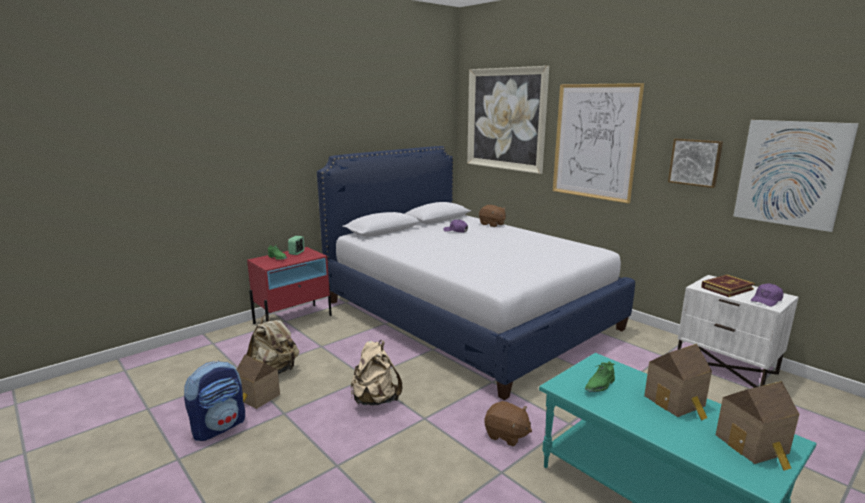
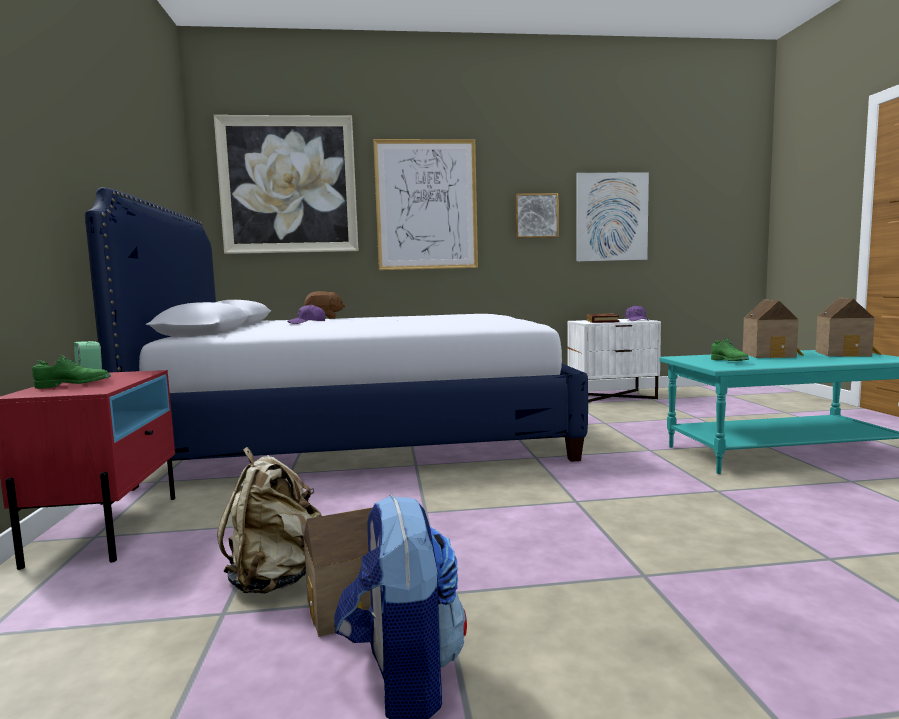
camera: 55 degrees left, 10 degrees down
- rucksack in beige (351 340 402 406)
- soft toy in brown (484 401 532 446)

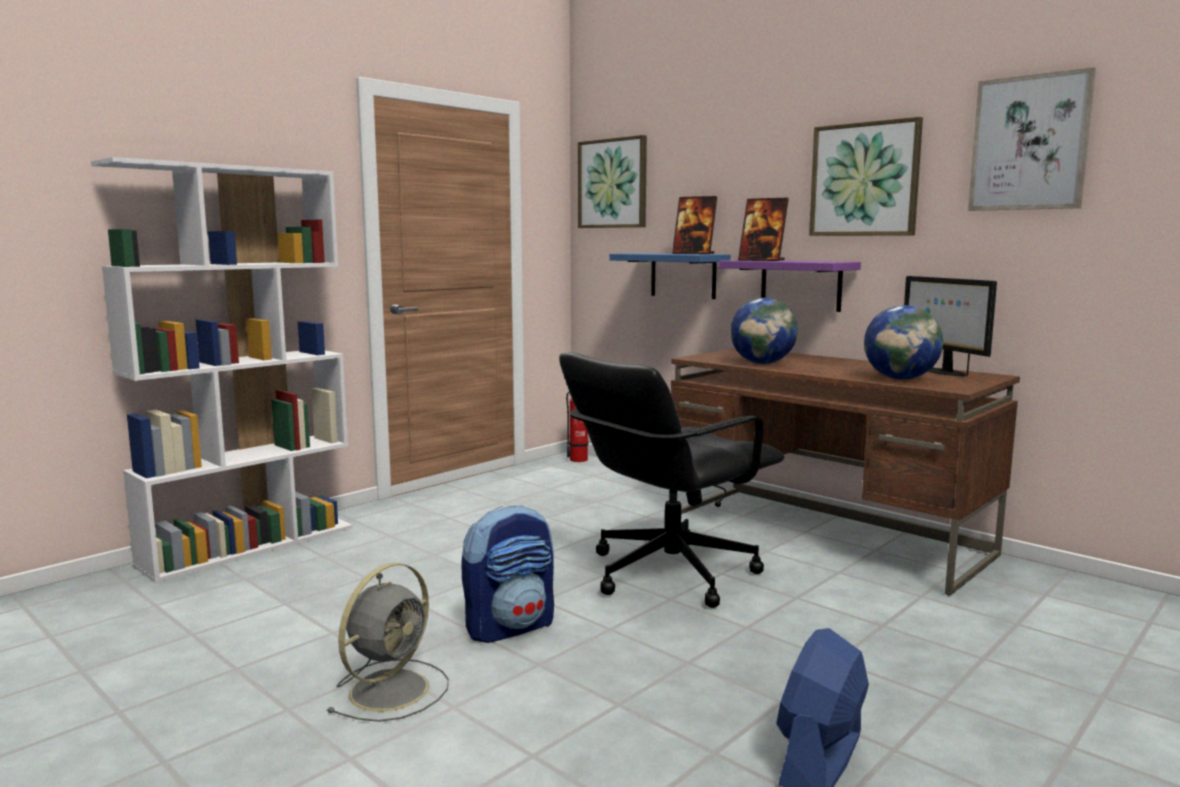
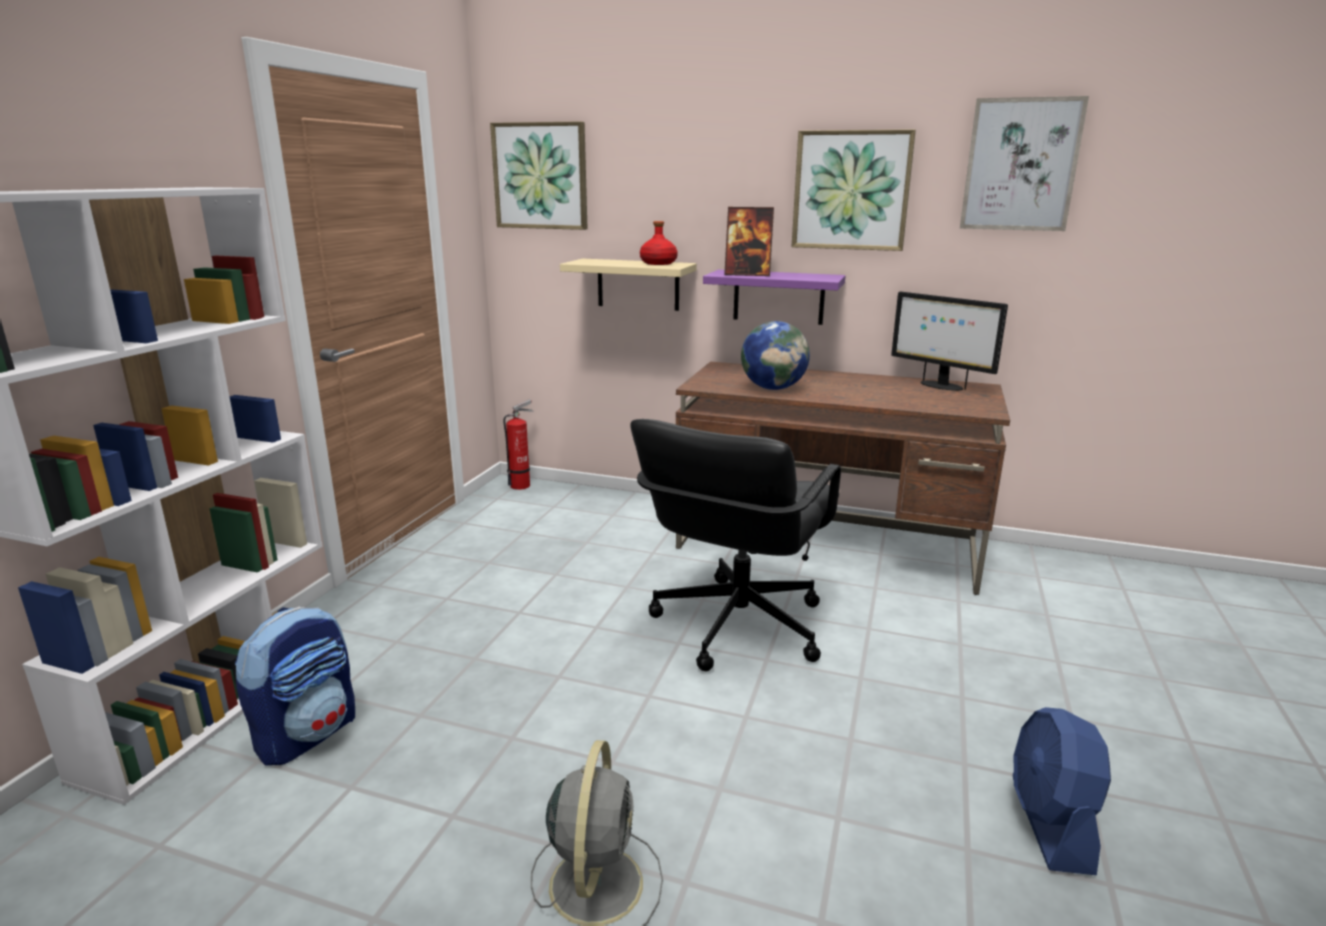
camera: 25 degrees left, 10 degrees up
- desk globe (864 305 943 380)
~ rucksack (461 504 554 643) to (235 606 355 766)
~ standing frame (672 196 717 254) to drink bottle in red-coloured (640 221 678 265)
~ shelf in bluish (609 253 731 299) to shelf in beige (560 259 697 311)

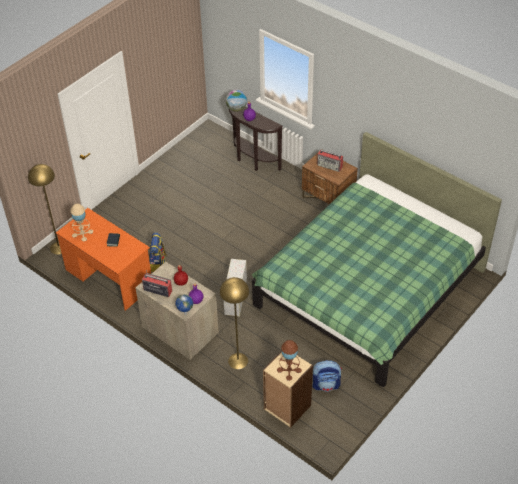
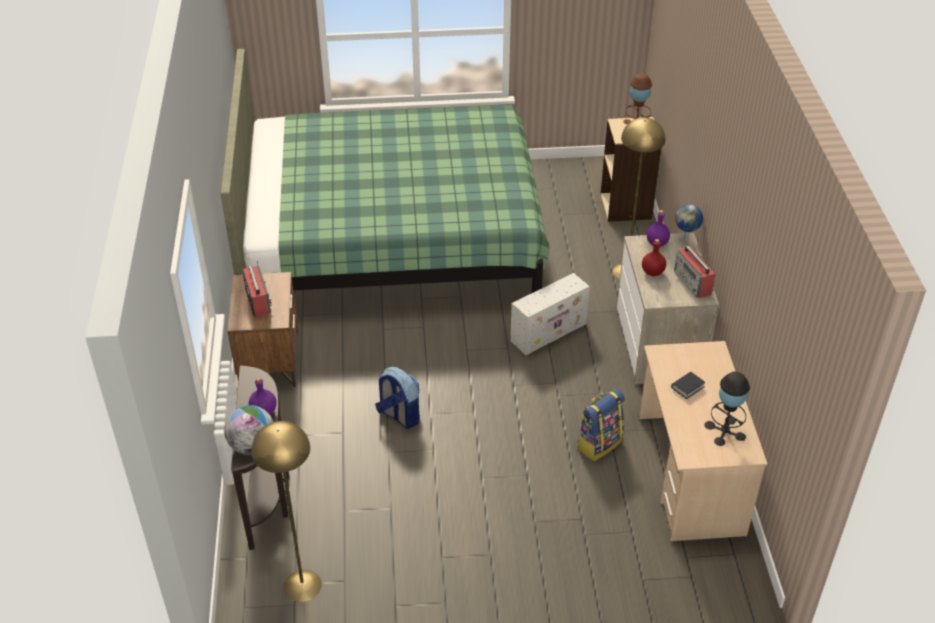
camera: 135 degrees left, 5 degrees down
~ floor lamp in yellow-coloured (28 164 62 255) to (251 421 322 602)
~ rucksack (312 360 342 392) to (375 366 420 429)
~ desk table in orangey (56 208 151 311) to desk table in beige (639 341 768 541)
~ lamp for a table in beige (70 204 93 241) to lamp for a table in black-coloured (704 372 750 446)

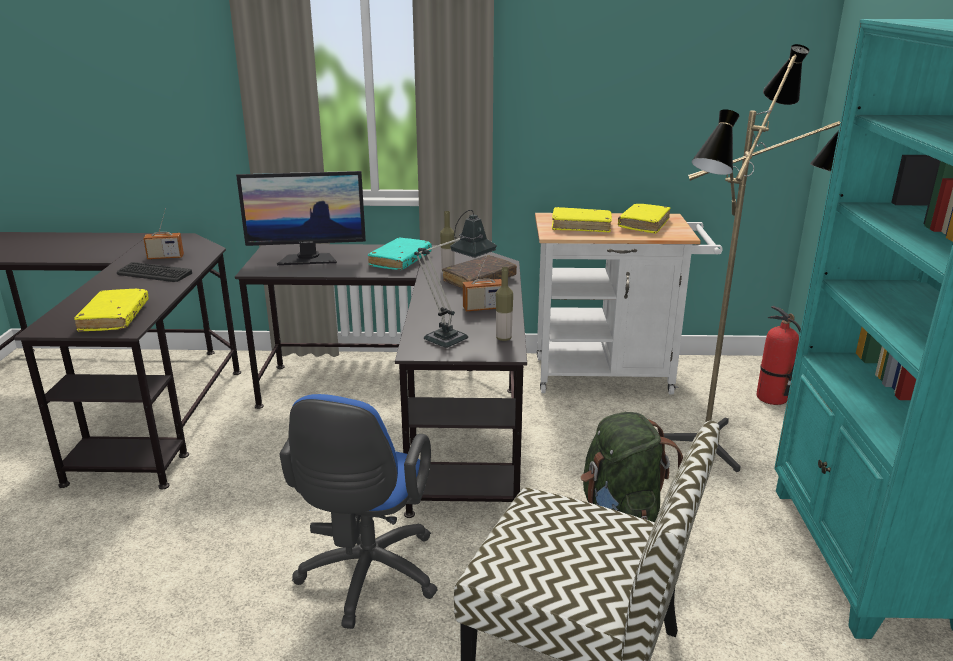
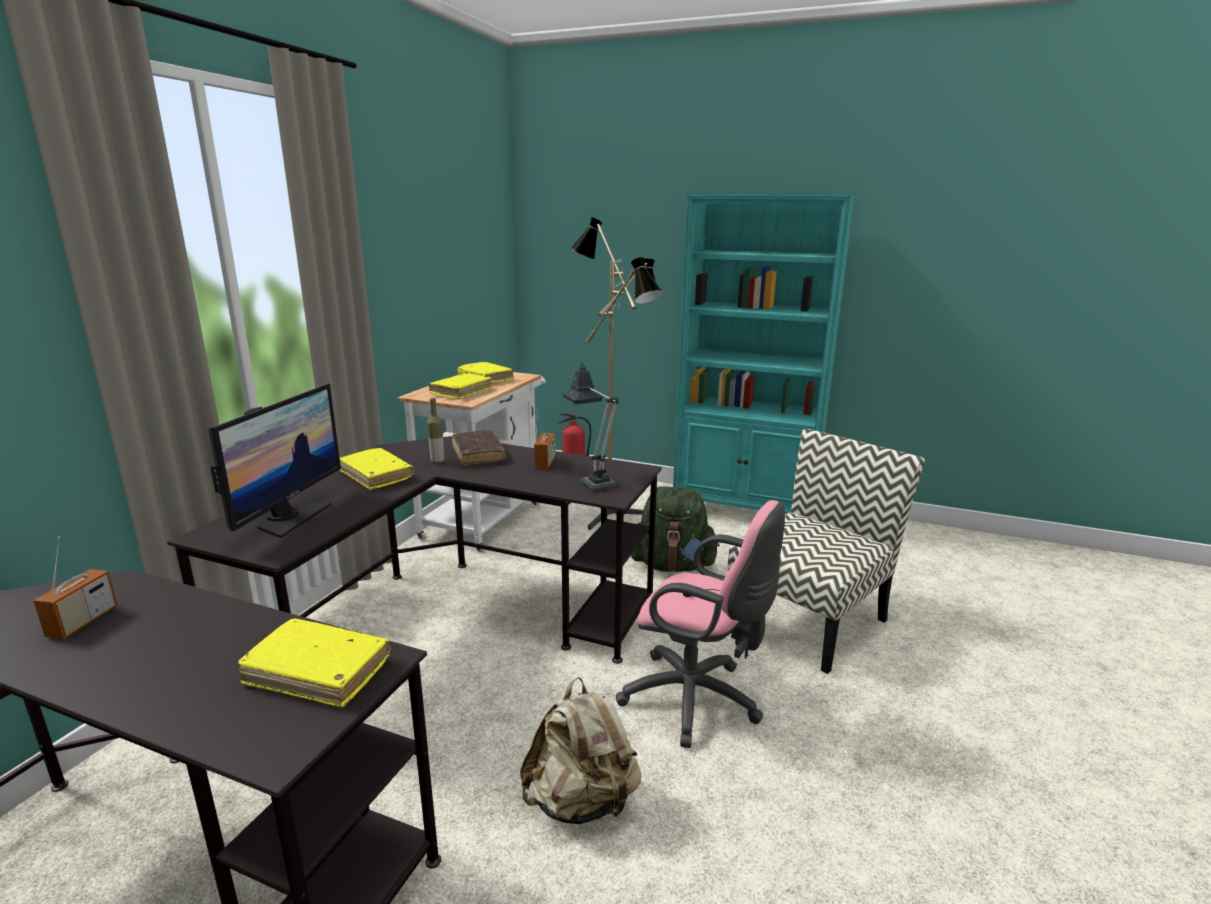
camera: 70 degrees left, 5 degrees down
- PC keyboard (117 262 192 282)
- drink bottle (496 267 513 341)
+ rucksack in beige (520 677 642 824)
~ desk chair in bluish (280 394 438 629) to desk chair in pink (616 500 785 748)
~ bound book in turquoise (368 238 432 270) to bound book in yellow-coloured (340 448 414 490)

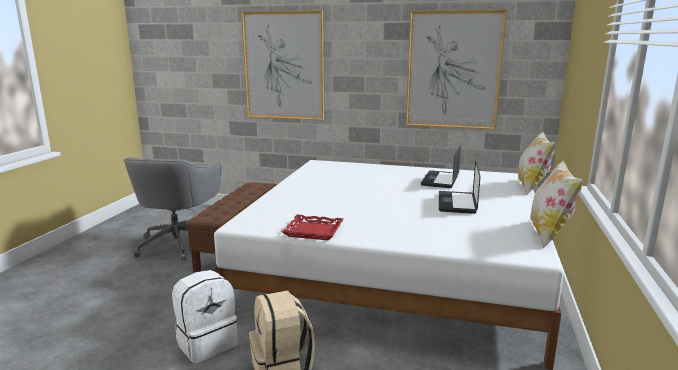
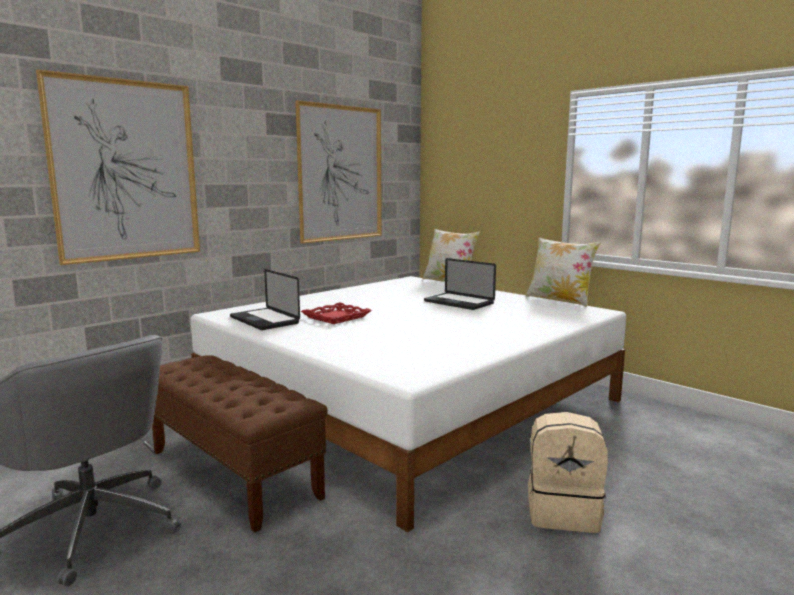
camera: 60 degrees left, 5 degrees down
- rucksack in whitish (172 270 238 363)
~ tray in red-coloured (281 215 344 240) to (301 303 372 324)
~ laptop (421 145 461 188) to (230 269 300 330)

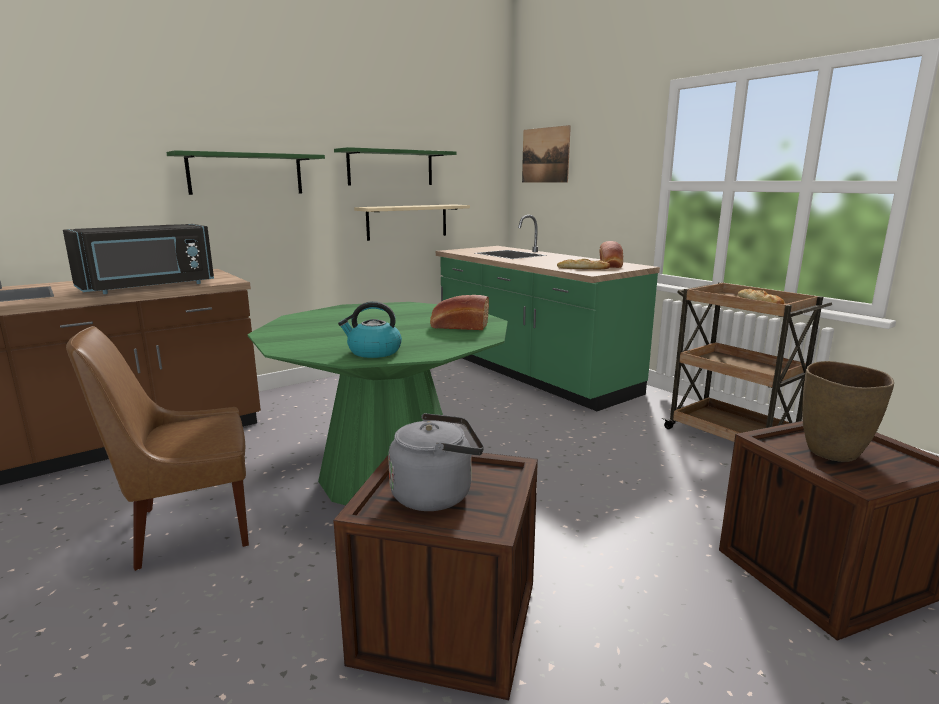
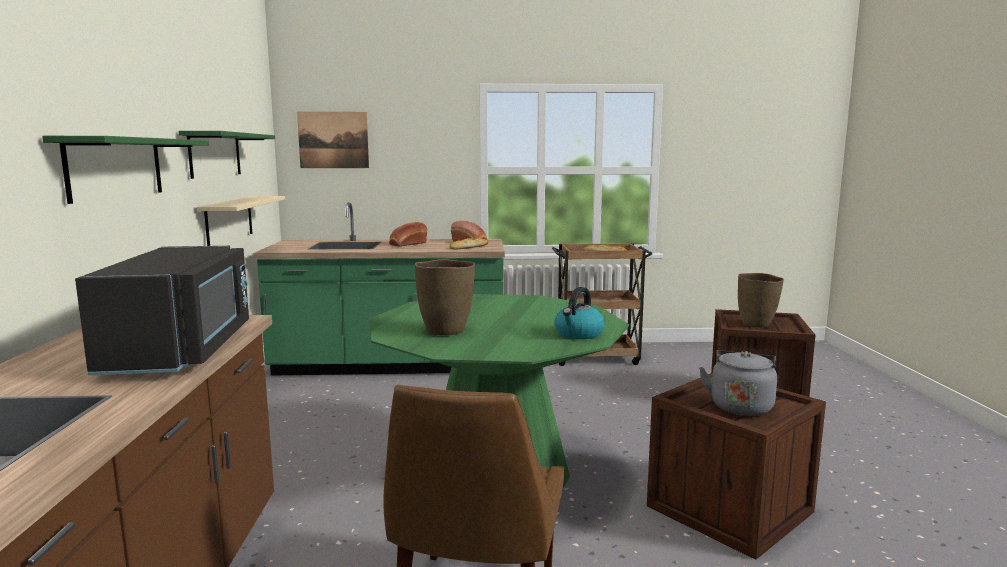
camera: 55 degrees left, 5 degrees down
+ vase in brown (415 259 475 335)
~ bakery bread (430 295 489 330) to (389 222 427 246)

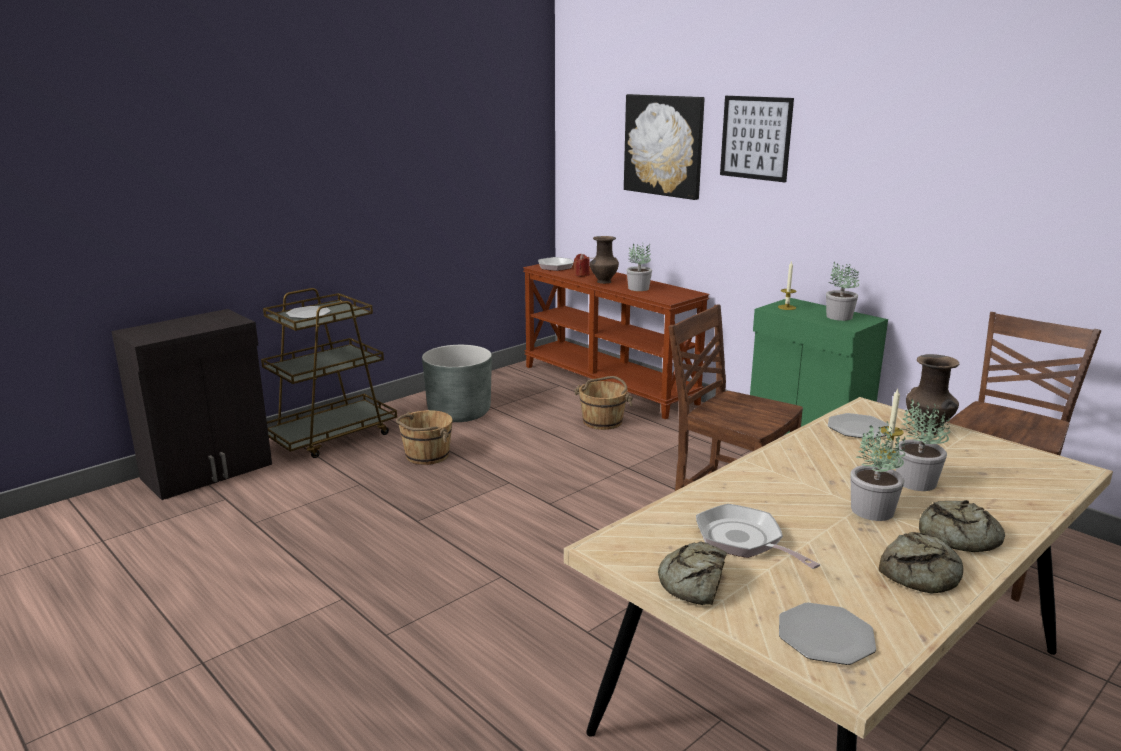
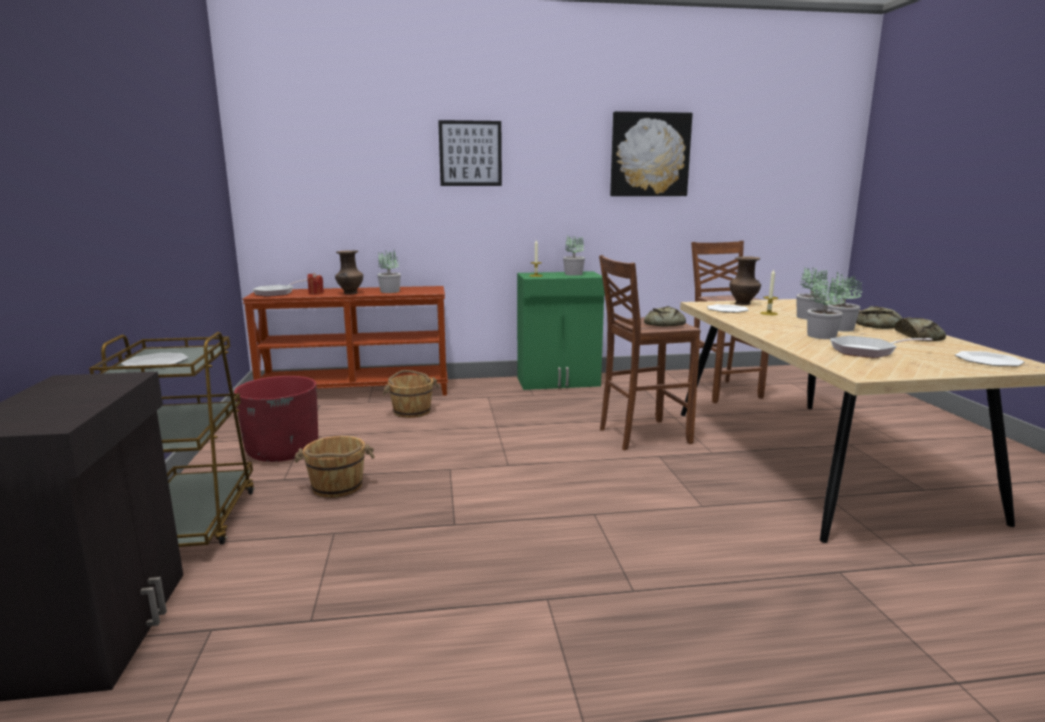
camera: 55 degrees left, 5 degrees down
+ houseplant (807 276 844 339)
~ wall picture (624 94 705 200) to (610 111 693 196)
~ bakery bread (658 541 727 605) to (644 306 686 326)
~ plant pot in gray (422 345 492 422) to plant pot in red-coloured (234 376 318 462)

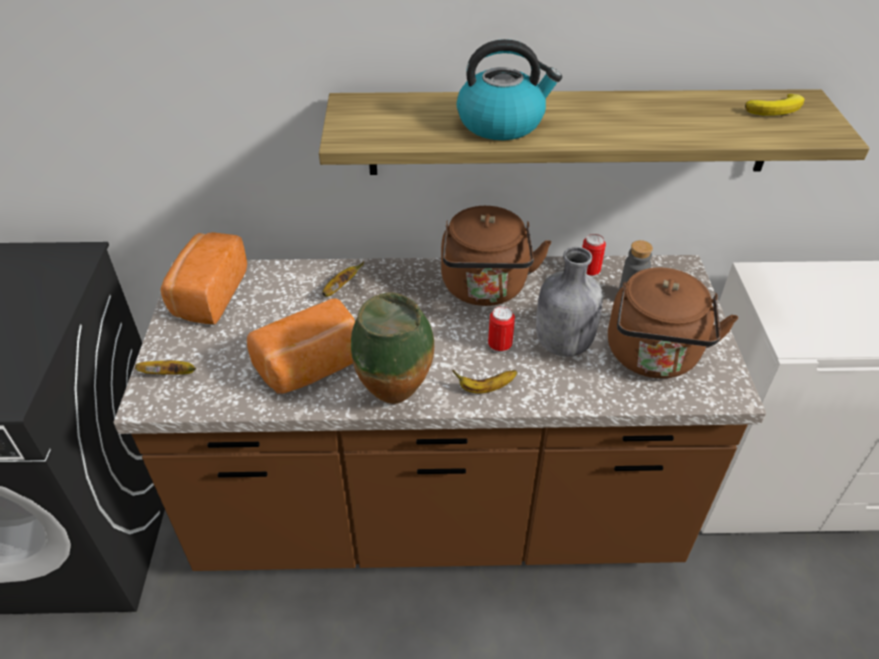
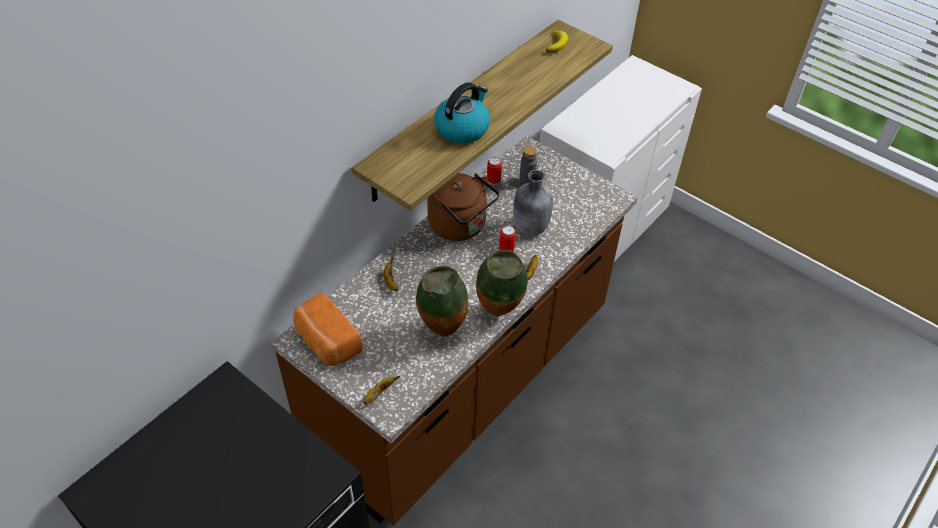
camera: 50 degrees left, 5 degrees up
- water kettle in brown (608 267 738 378)
~ bakery bread (247 299 355 394) to vase (416 266 468 336)

